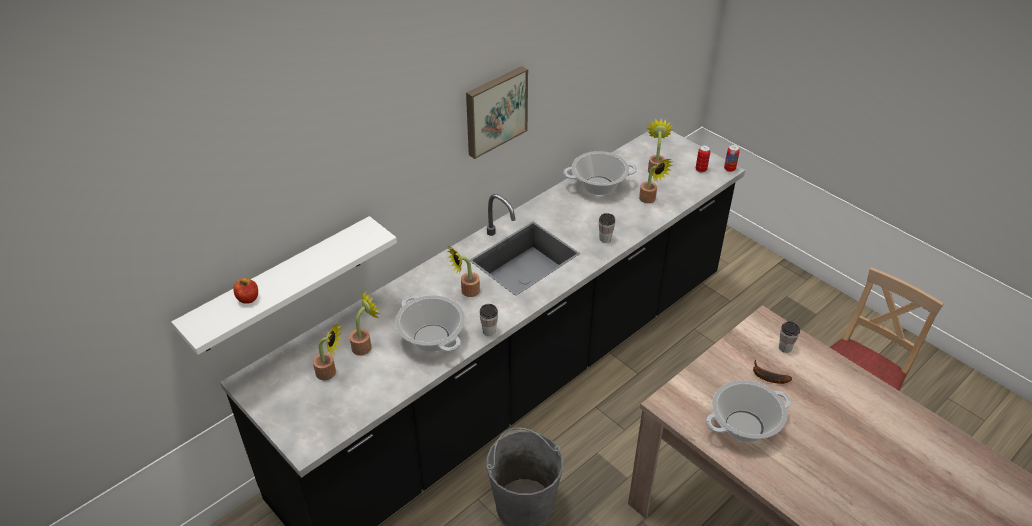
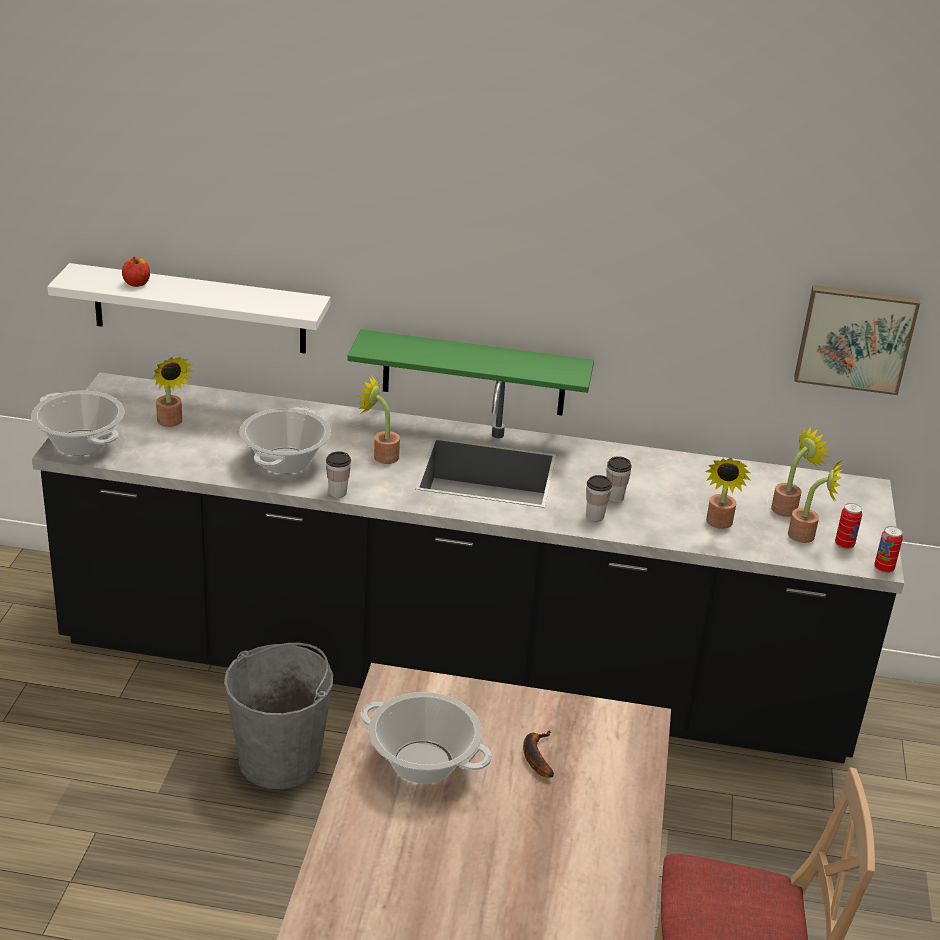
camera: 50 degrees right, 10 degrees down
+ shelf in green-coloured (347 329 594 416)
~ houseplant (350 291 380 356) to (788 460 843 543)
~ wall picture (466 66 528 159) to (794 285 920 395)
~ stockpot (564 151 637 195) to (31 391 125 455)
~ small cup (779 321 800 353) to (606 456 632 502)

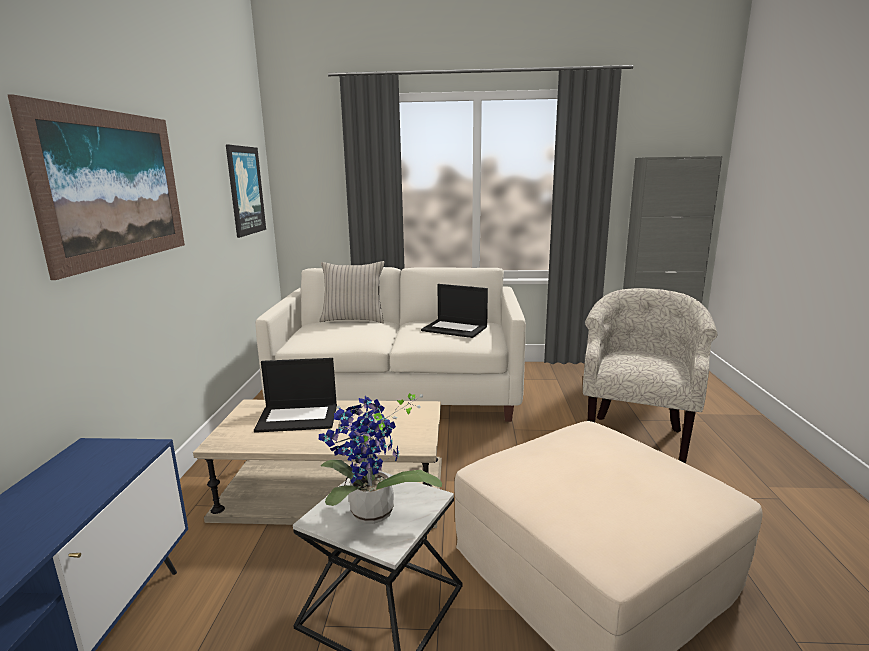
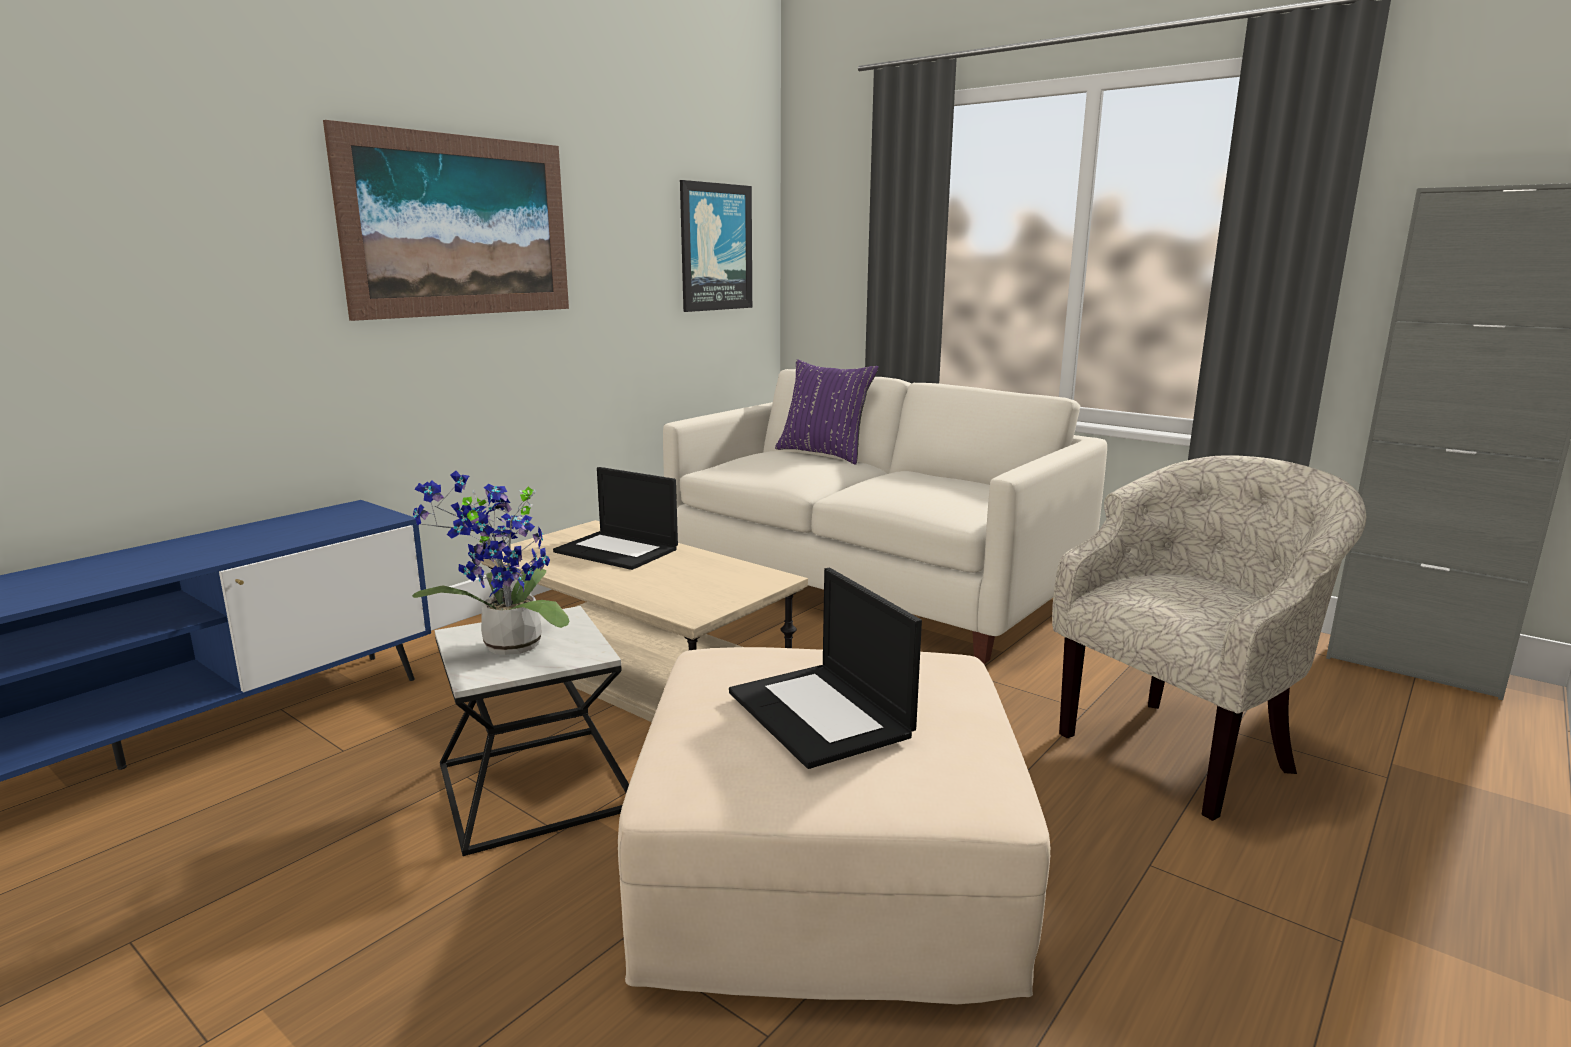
camera: 35 degrees right, 0 degrees up
~ laptop (421 284 488 338) to (729 568 922 769)
~ pillow in beige (319 261 384 323) to pillow in purplish (775 360 879 465)

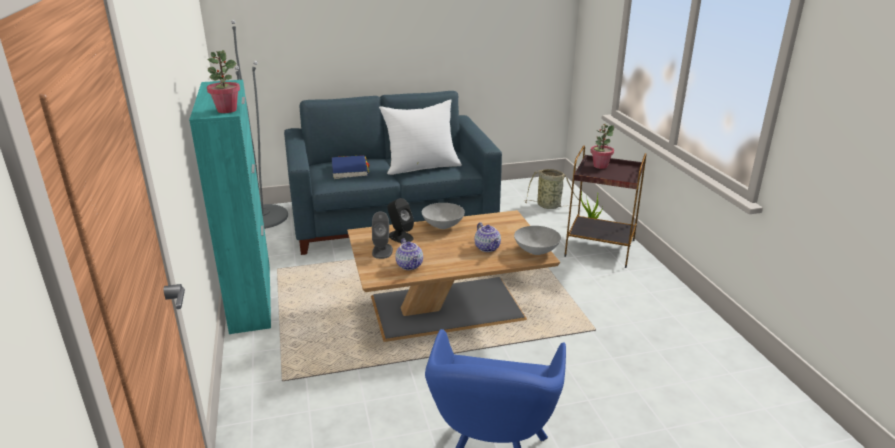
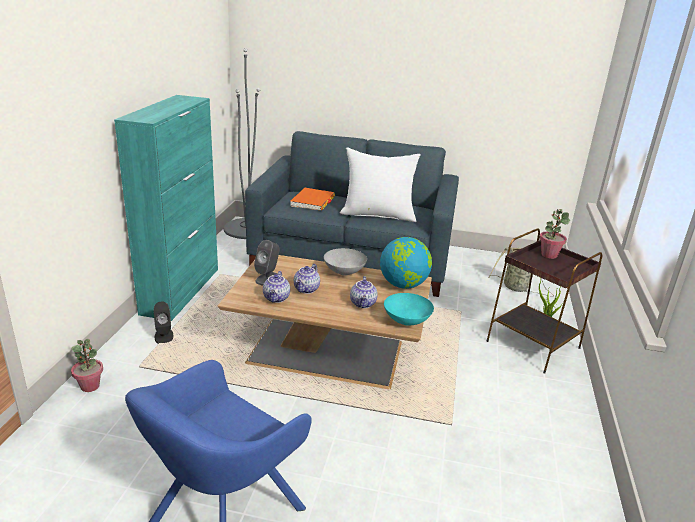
camera: 25 degrees right, 0 degrees up
+ tea pot (294 264 320 294)
+ desk globe (380 237 432 289)
~ houseplant (207 50 240 113) to (71 339 103 392)
~ loudspeaker in black-coloured (388 198 414 243) to (154 302 173 344)
~ bound book in bluish (331 155 369 179) to bound book in orangey (290 188 335 211)
~ serving bowl in gray (514 226 561 255) to serving bowl in turquoise (384 293 434 326)

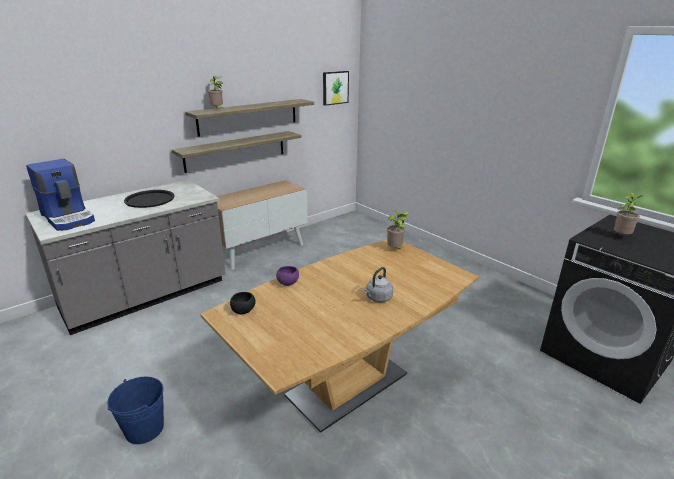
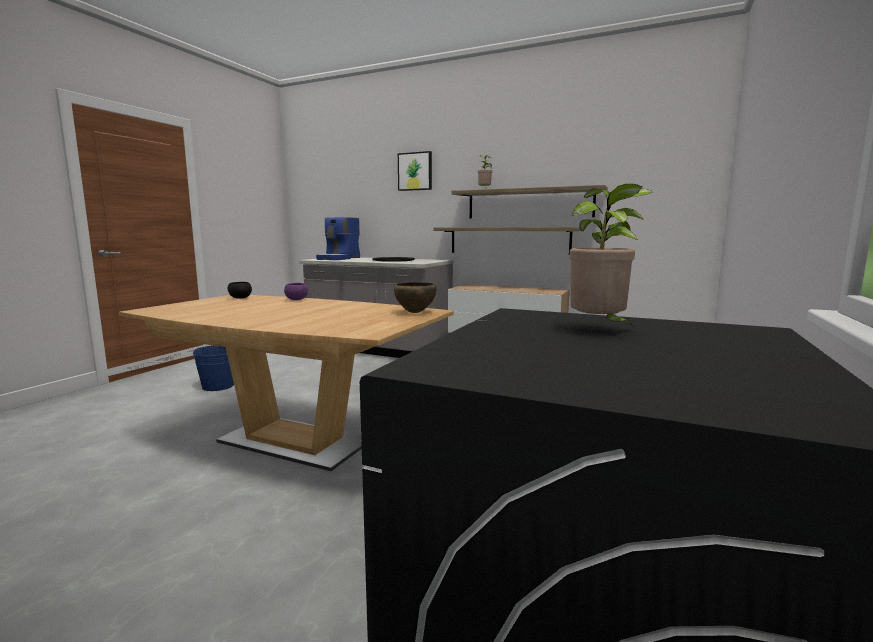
camera: 65 degrees right, 15 degrees down
- water kettle in gray (365 267 393 302)
~ wall picture (323 71 349 106) to (398 151 432 191)
~ houseplant (387 211 410 248) to serving bowl in brown (394 282 437 313)

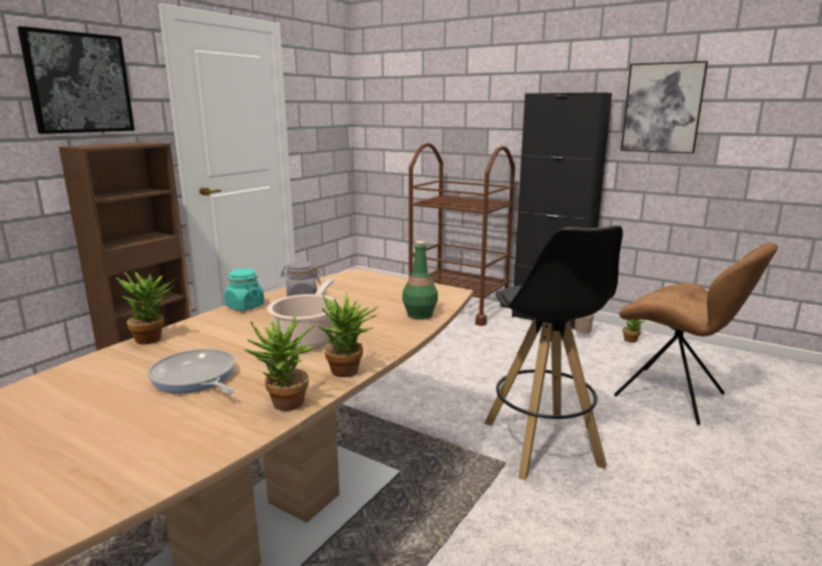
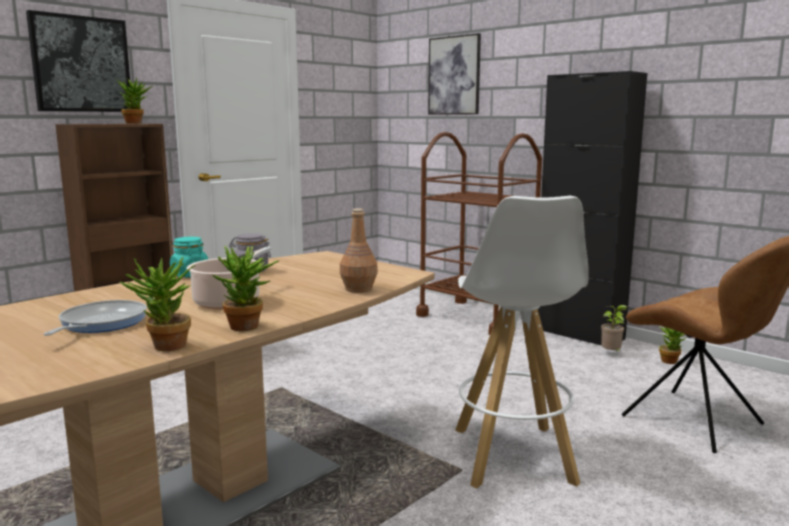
camera: 10 degrees right, 5 degrees down
~ houseplant (116 272 177 344) to (117 78 153 124)
~ wall picture (621 61 708 154) to (428 33 481 115)
~ drink bottle in green-coloured (402 241 438 320) to drink bottle in brown (340 208 378 293)
~ stool seat in black-coloured (484 225 623 480) to stool seat in whitish (455 196 589 489)
~ frying pan (148 349 235 394) = (44 300 147 336) 45 degrees clockwise

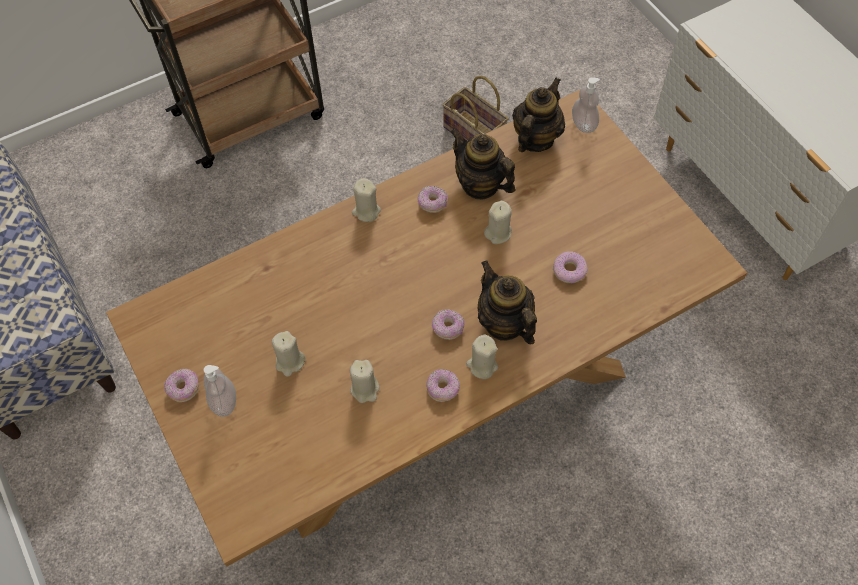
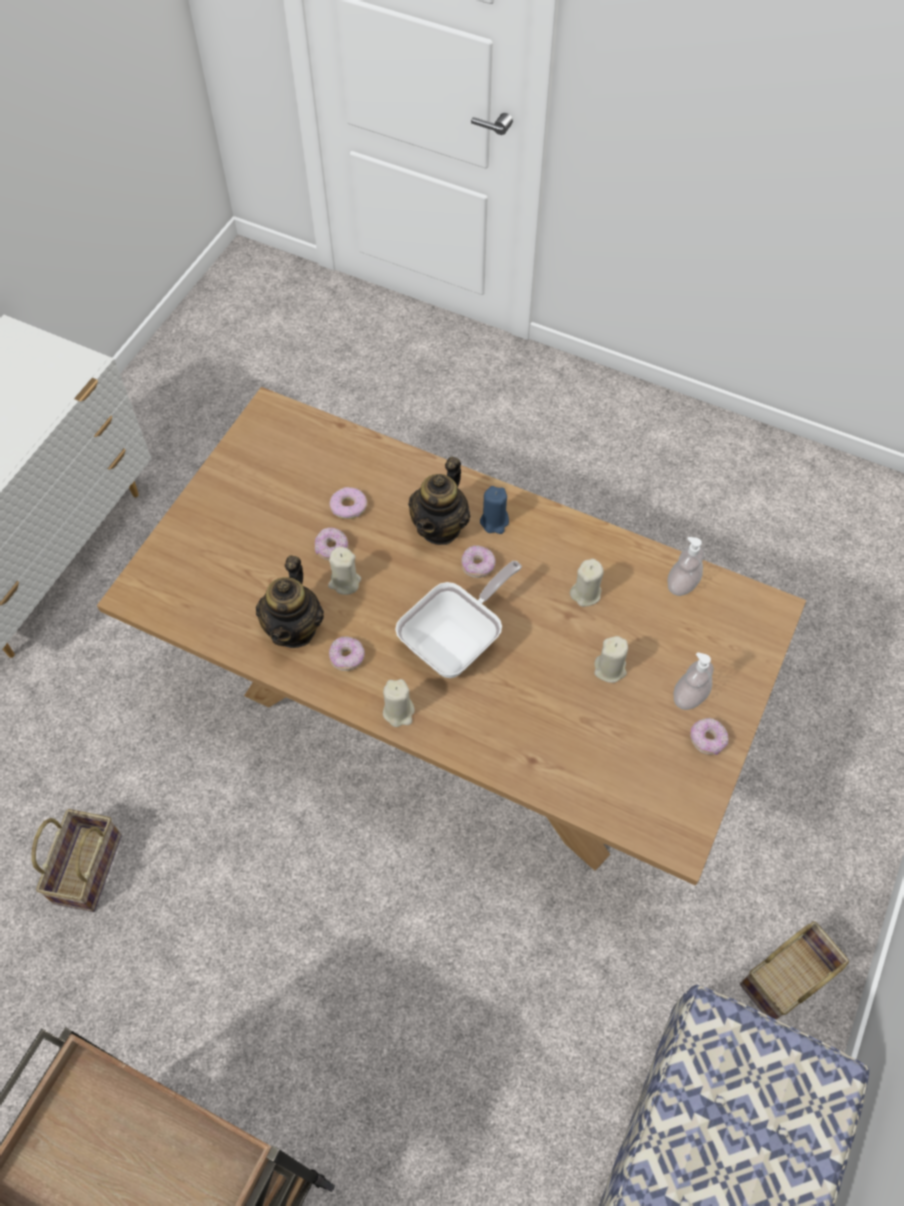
camera: 125 degrees left, 0 degrees up
- tea pot (512 77 565 152)
+ frying pan (395 561 522 678)
+ basket (740 921 849 1019)
~ donut (427 369 460 402) to (315 527 348 560)
~ soap dispenser (572 77 600 133) to (667 537 704 596)
~ wax candle in beige (466 335 498 379) to wax candle in bluish (480 486 509 534)

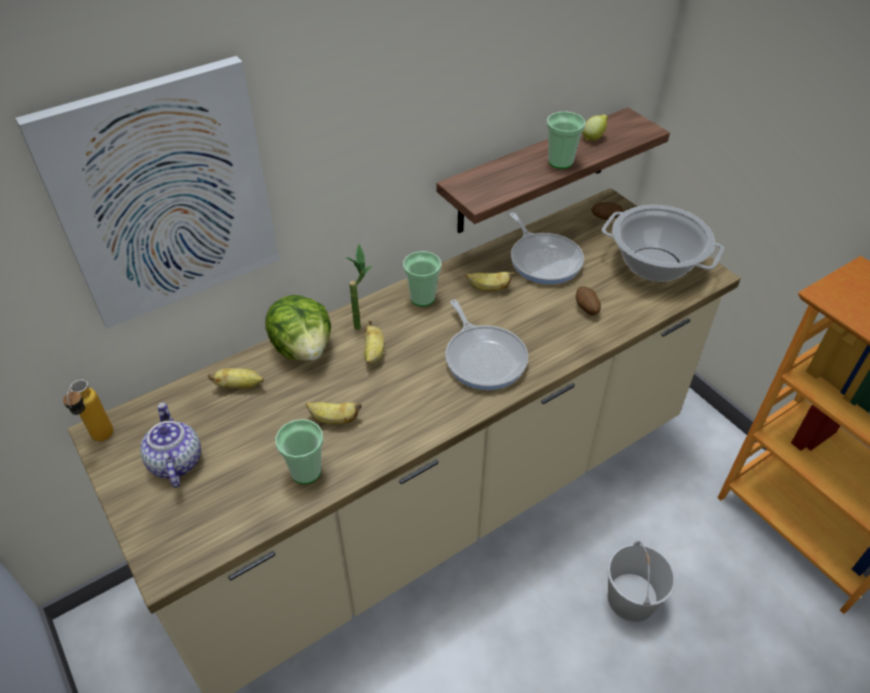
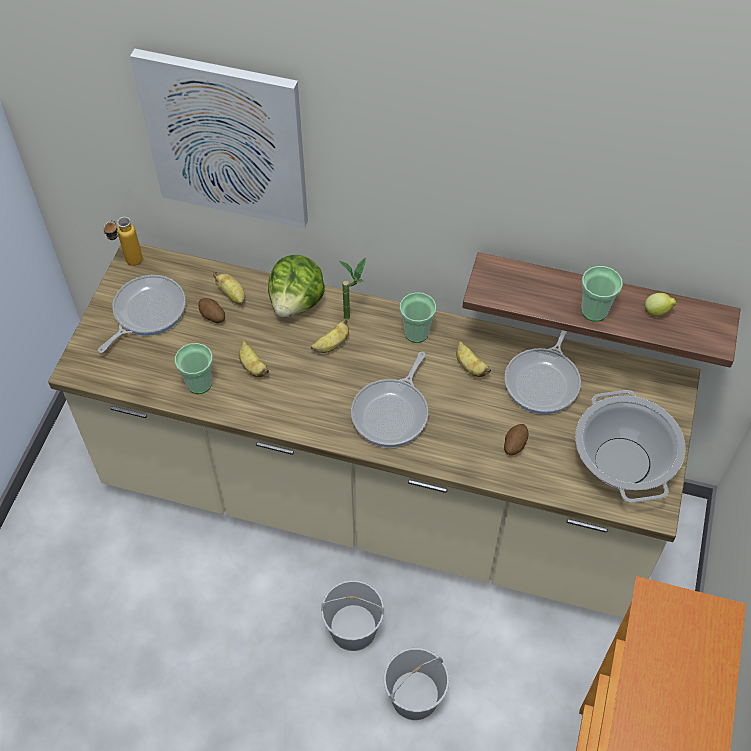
camera: 50 degrees right, 10 degrees up
+ bucket in whitish (321 580 384 651)
~ spud (592 202 623 220) to (198 298 225 323)
~ tea pot (140 402 201 488) to frying pan (98 275 186 353)

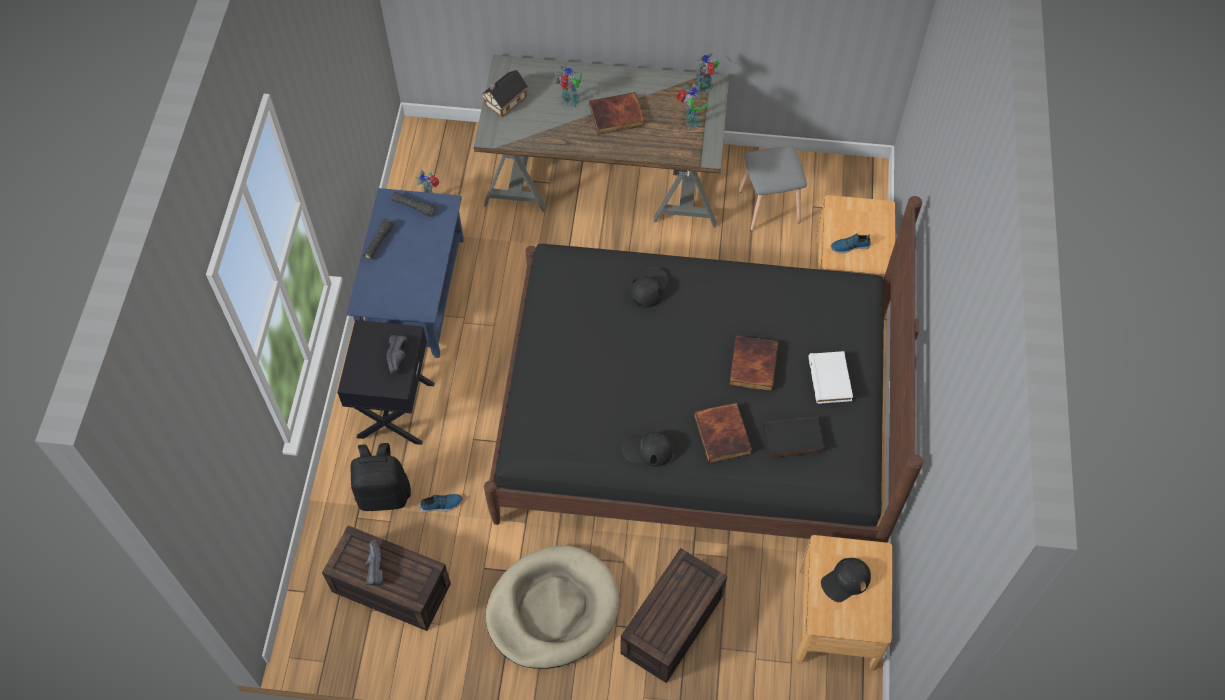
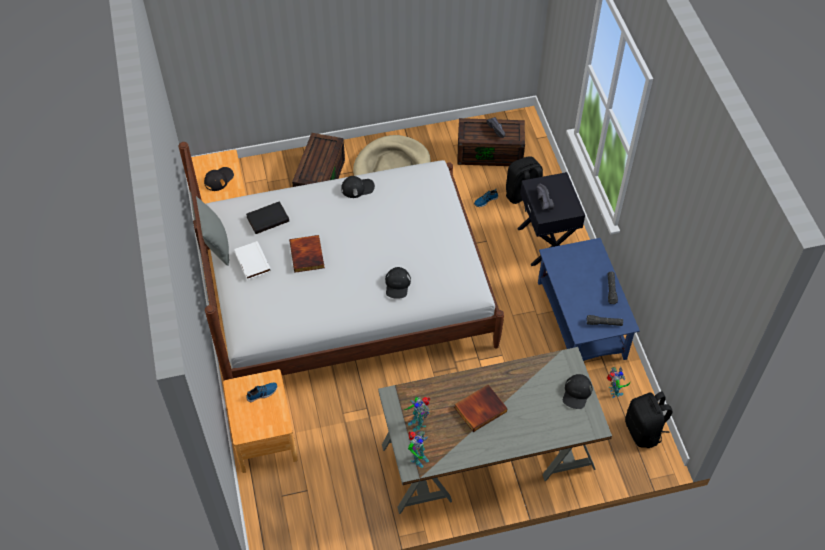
camera: 160 degrees right, 5 degrees down
- robot figure (555 66 582 109)
- bound book (694 403 752 463)
- stool seat in gray (738 146 807 231)
+ pillow in gray (190 192 229 266)
+ rucksack in black-coloured (625 391 673 448)
~ toy house (481 70 528 117) to cap in black-coloured (563 374 593 409)
~ bed in black-coloured (484 196 923 543) to bed in whitish (178 142 504 380)

